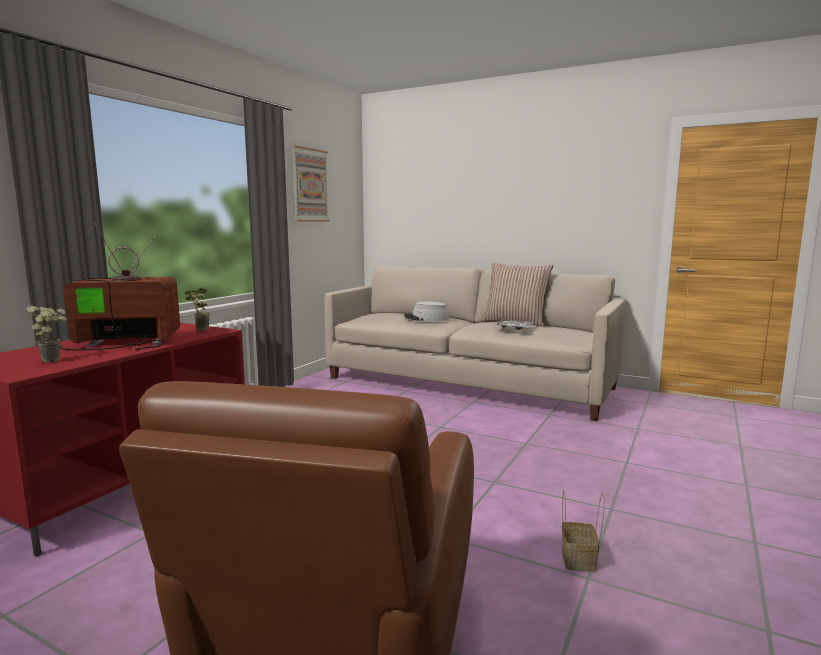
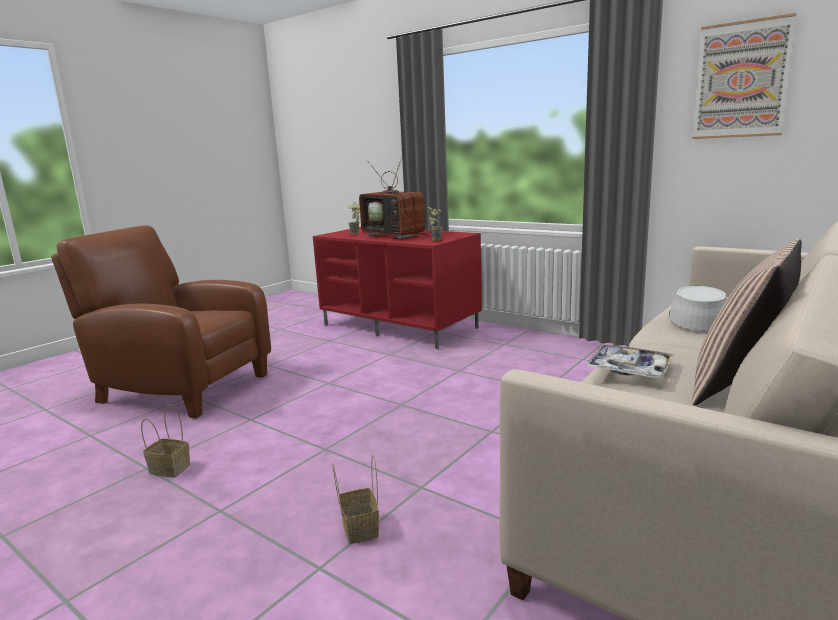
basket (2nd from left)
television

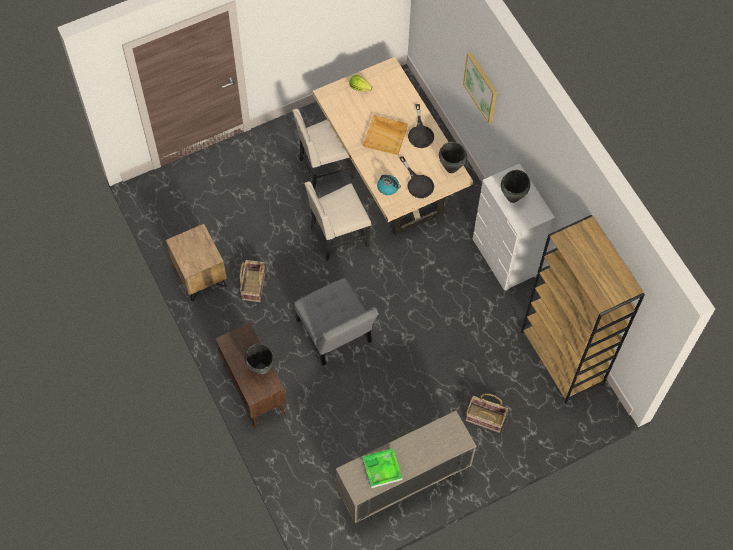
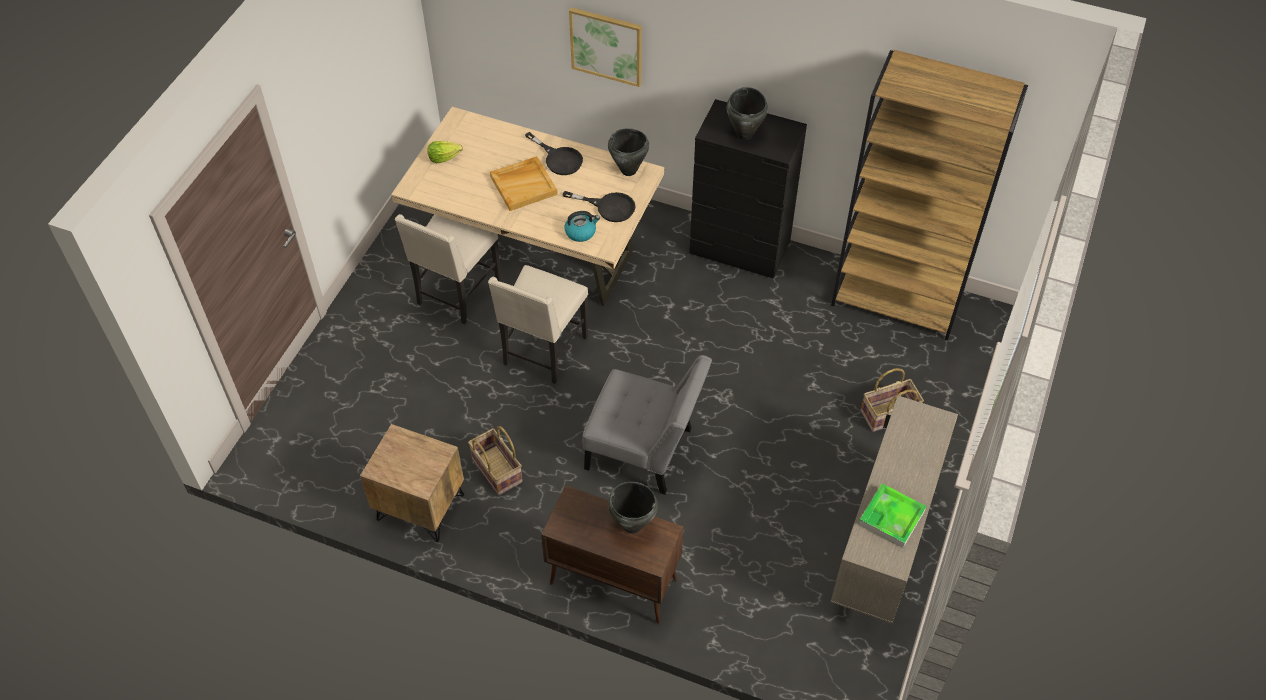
black dresser

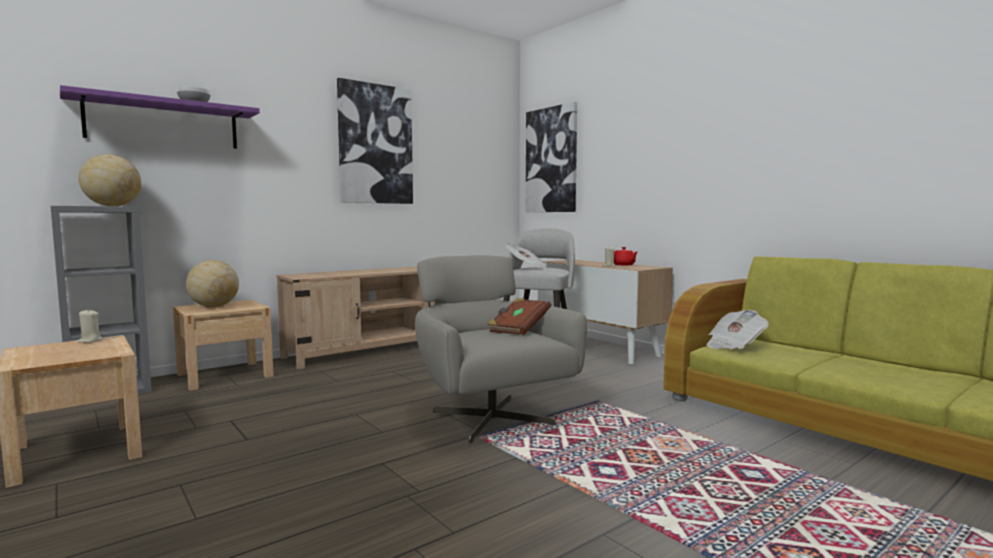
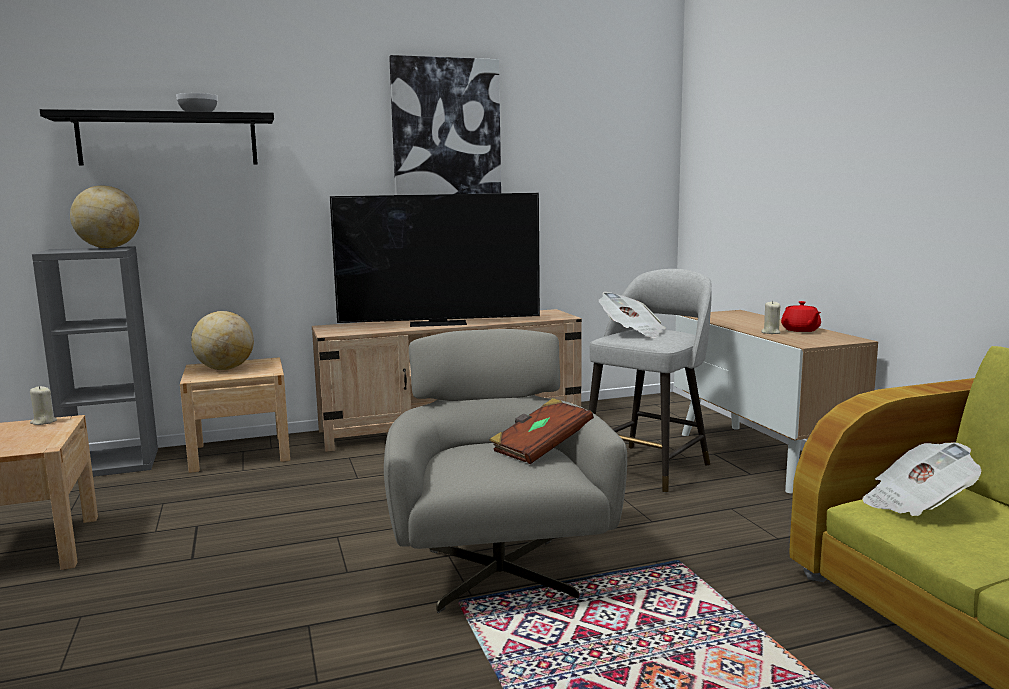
black shelf
television
picture (2nd from left in the first image)

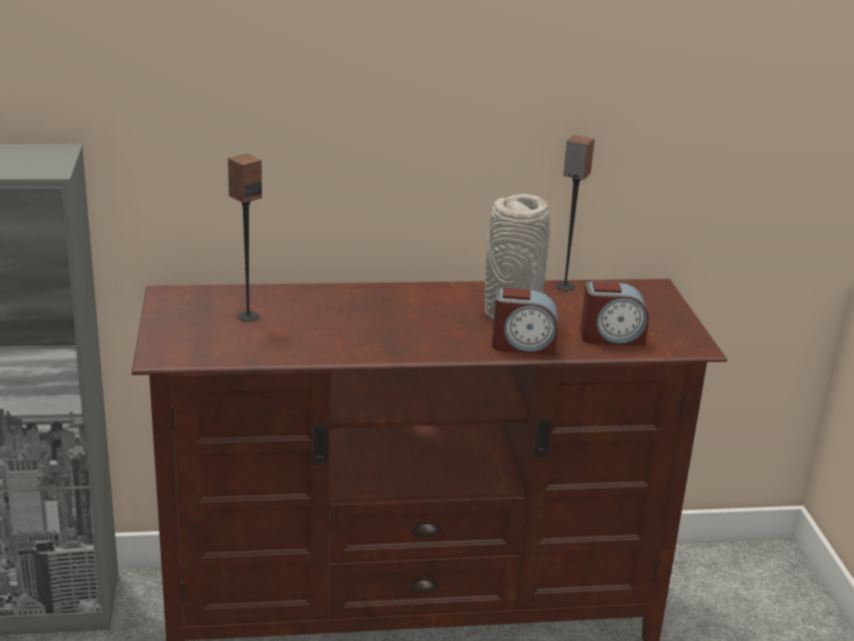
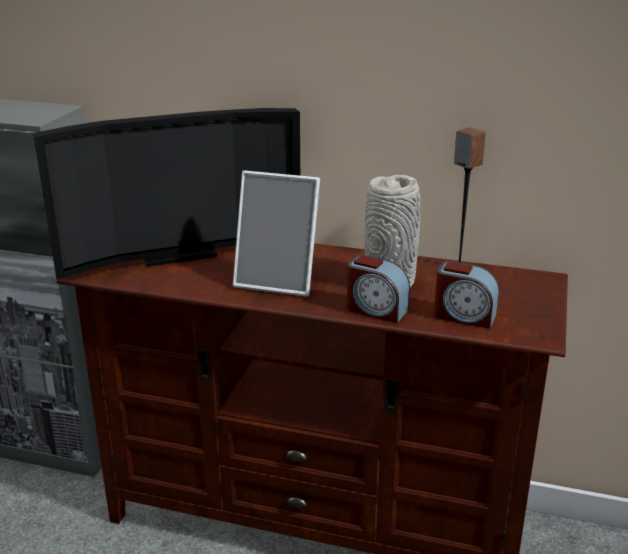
television
picture frame

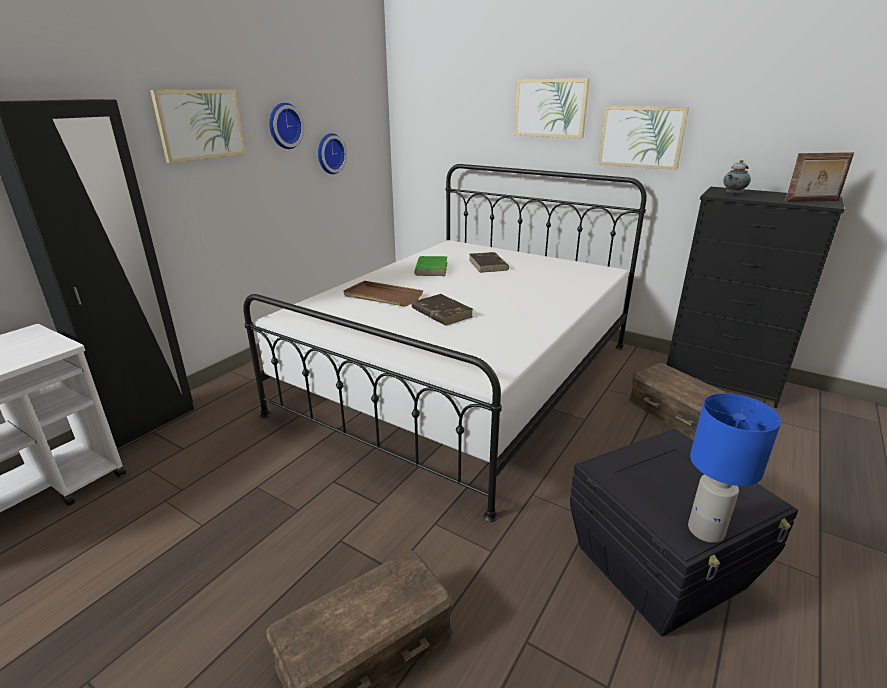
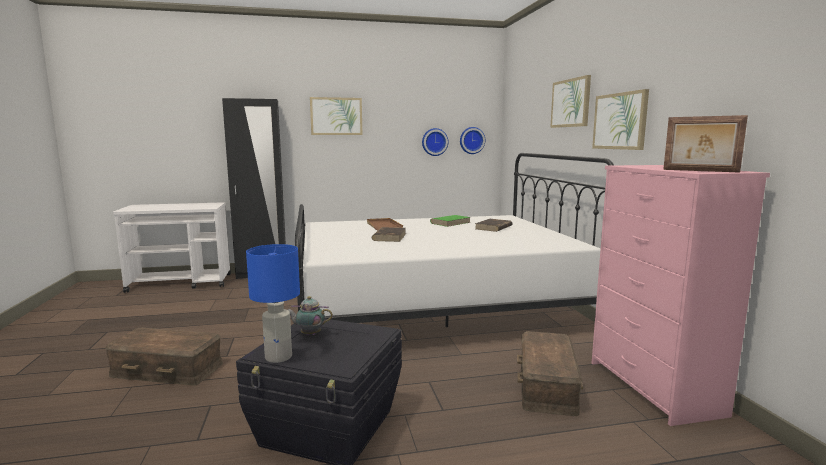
teapot
wall clock (2nd from left)
pink dresser

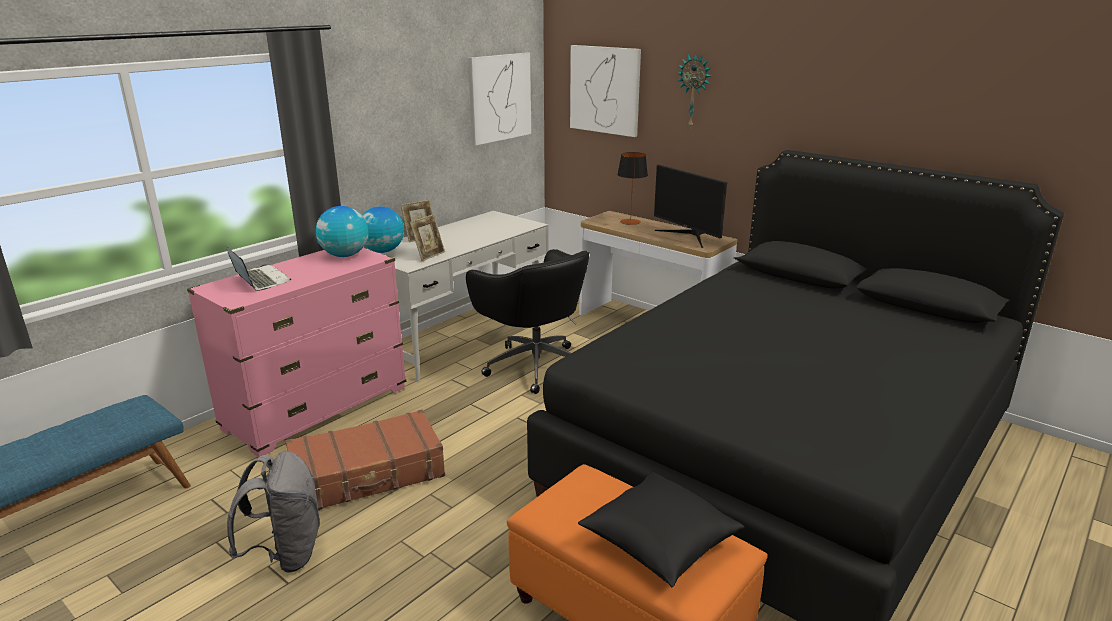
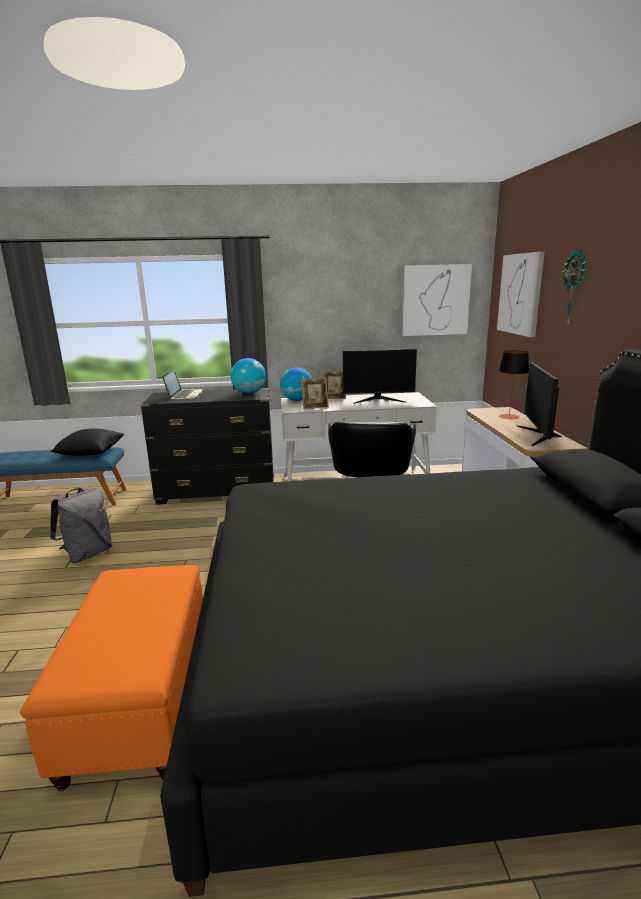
black pillow
black dresser
monitor (1st from left)
brown suitcase

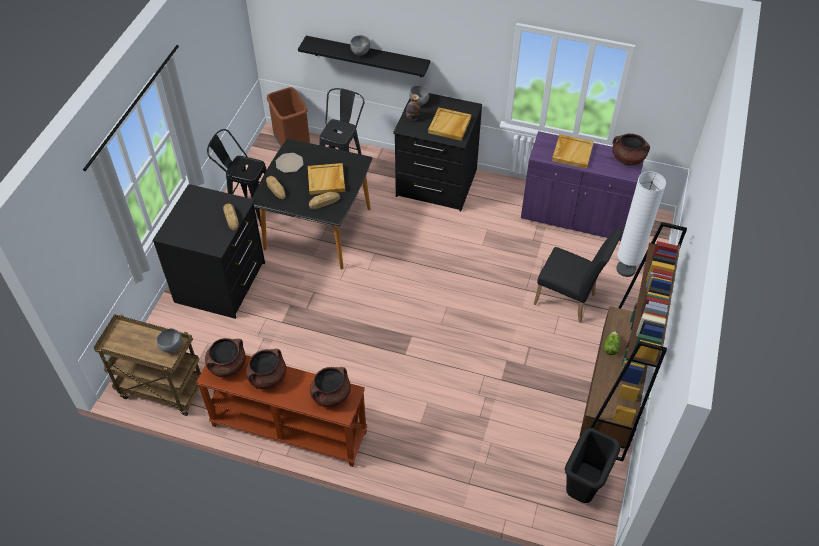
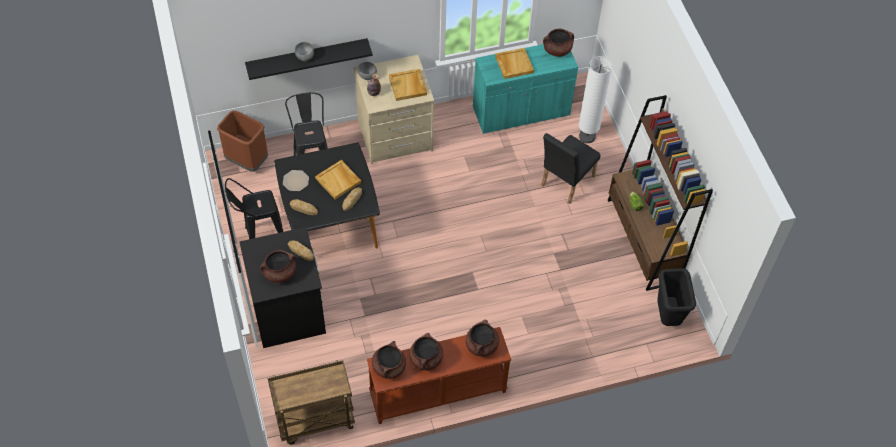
brown cooking pot (1st from left)
beige dresser
turquoise cabinet
black chair
grey bowl (1st from left in the first image)

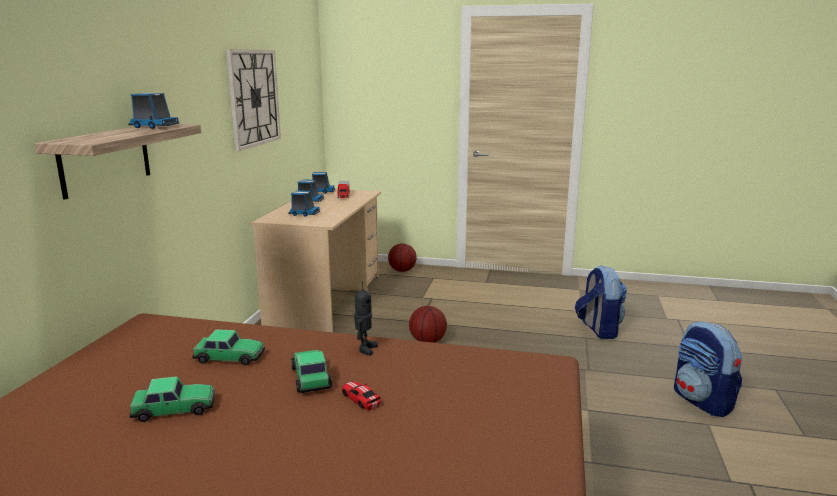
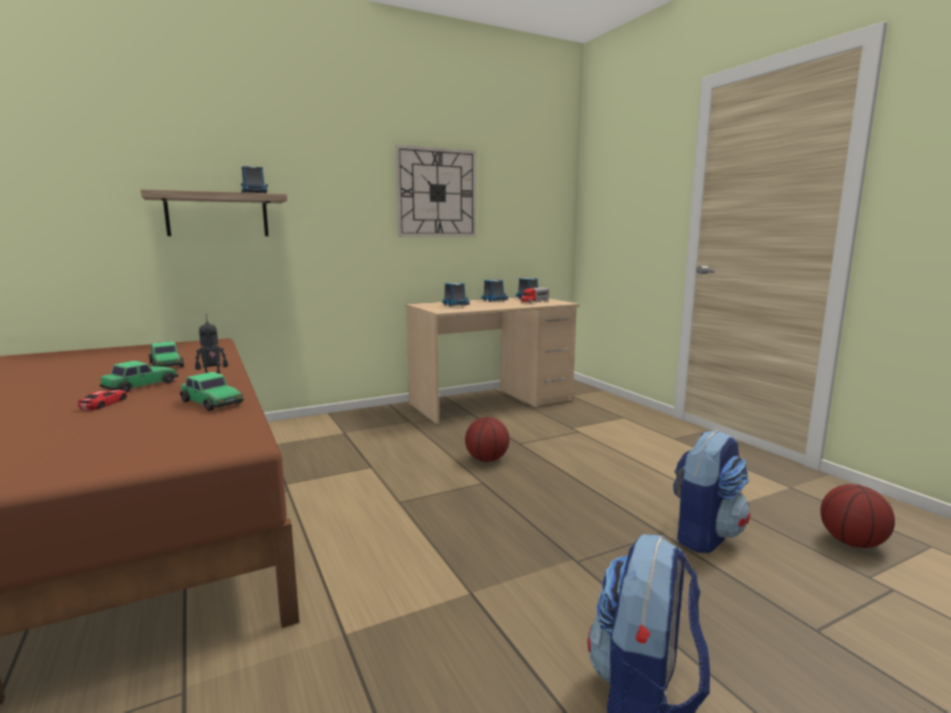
toy car (4th from left)
basketball (2nd from left)

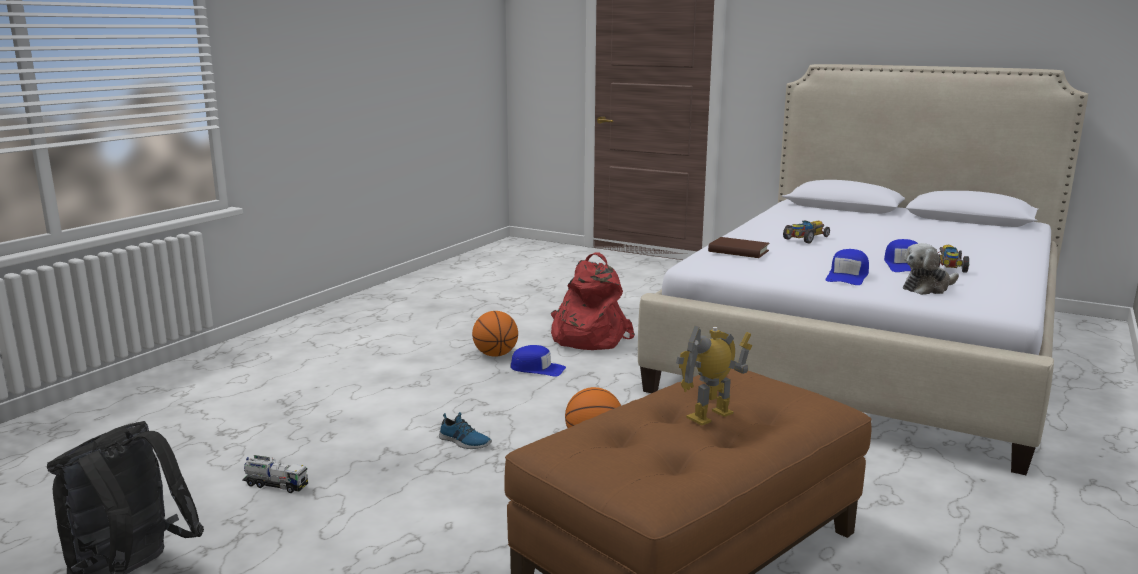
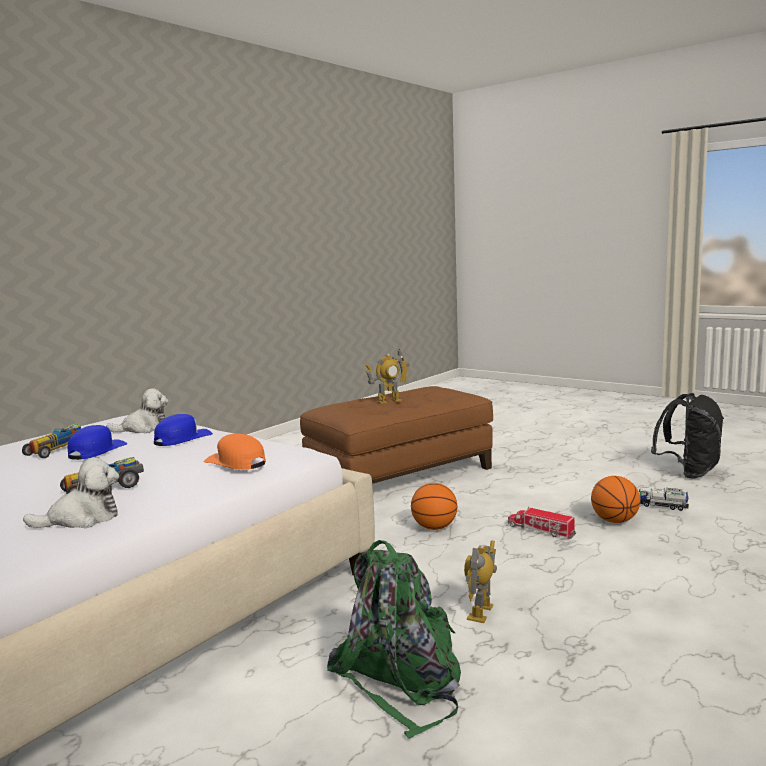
plush toy (1st from left)
orange cap
green backpack
toy robot (2nd from left)
toy truck (1st from left)
basketball (2nd from left)

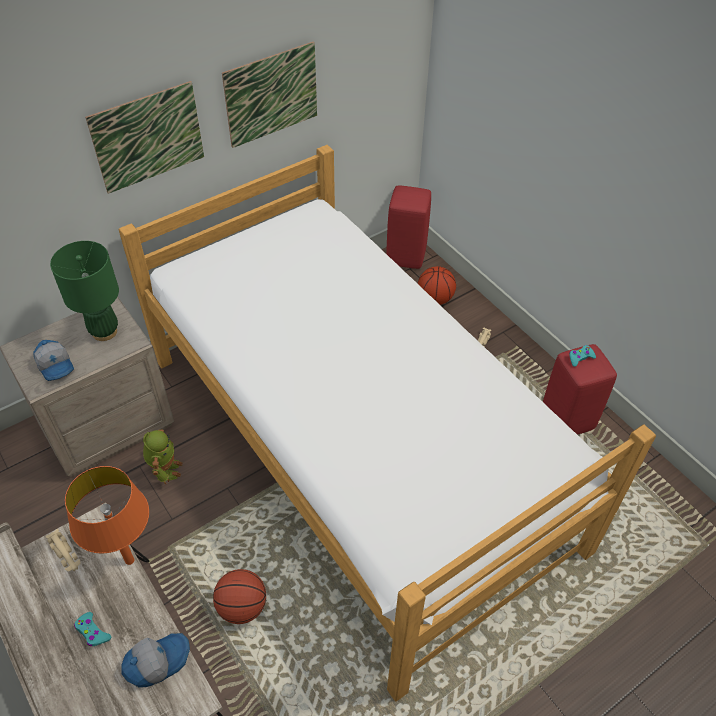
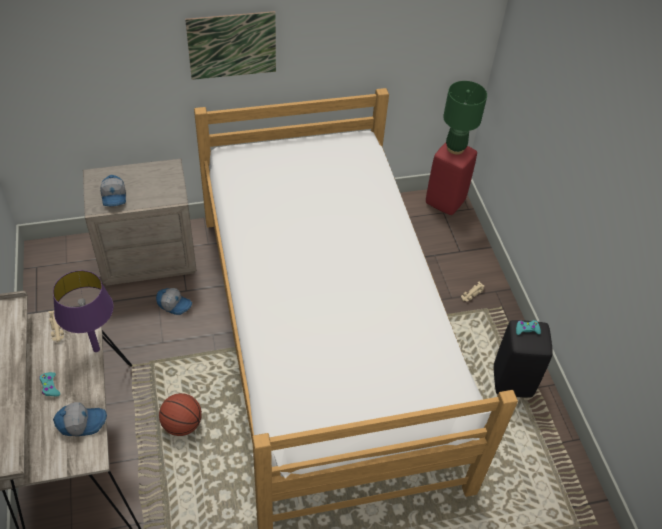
purple table lamp
cap (3rd from left)
green table lamp
black stool
picture (2nd from left in the first image)
basketball (2nd from left in the first image)

